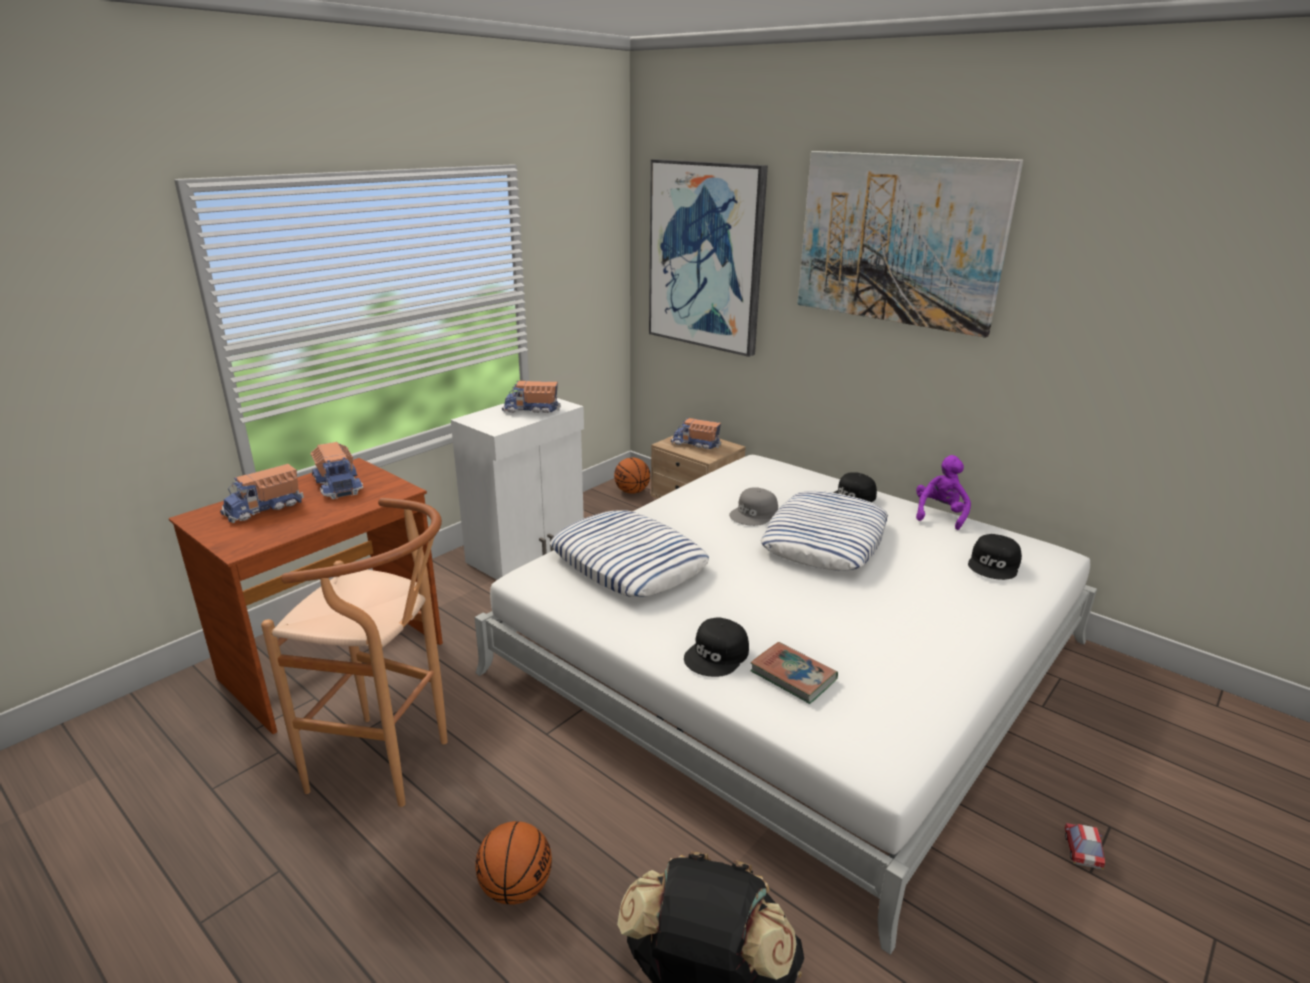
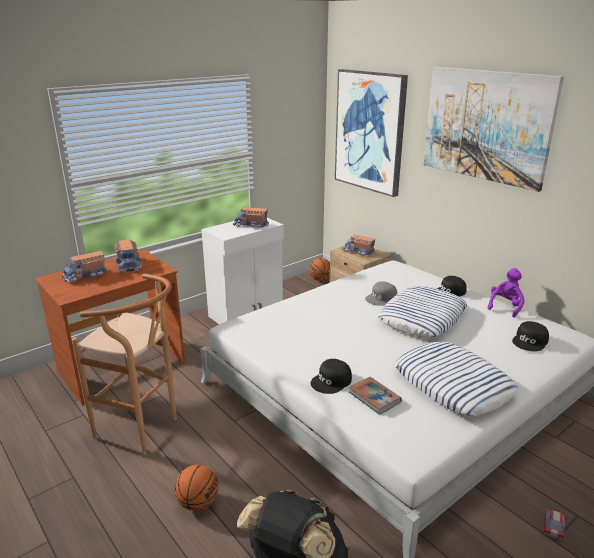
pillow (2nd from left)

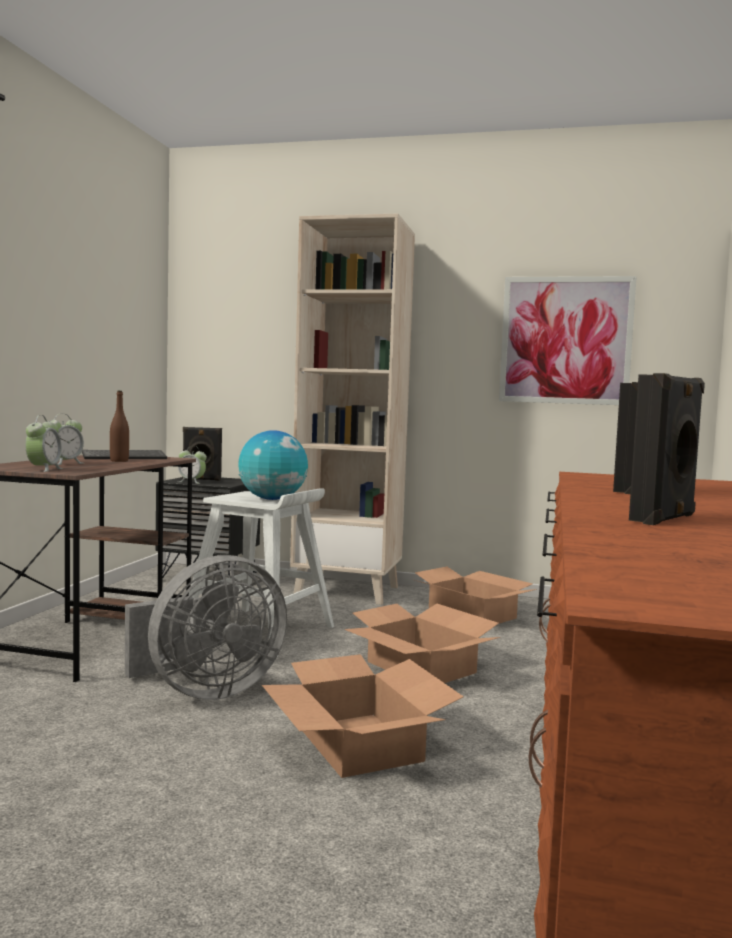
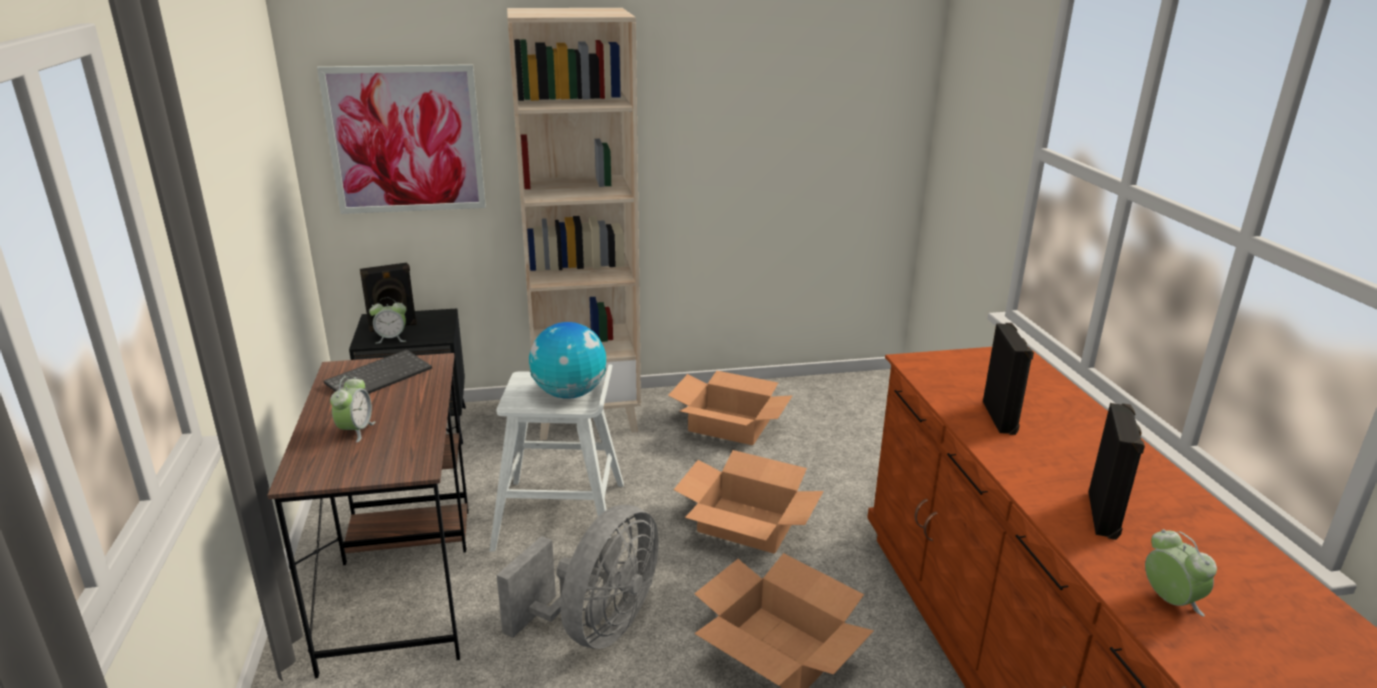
picture
alarm clock (3rd from left)
brown bottle

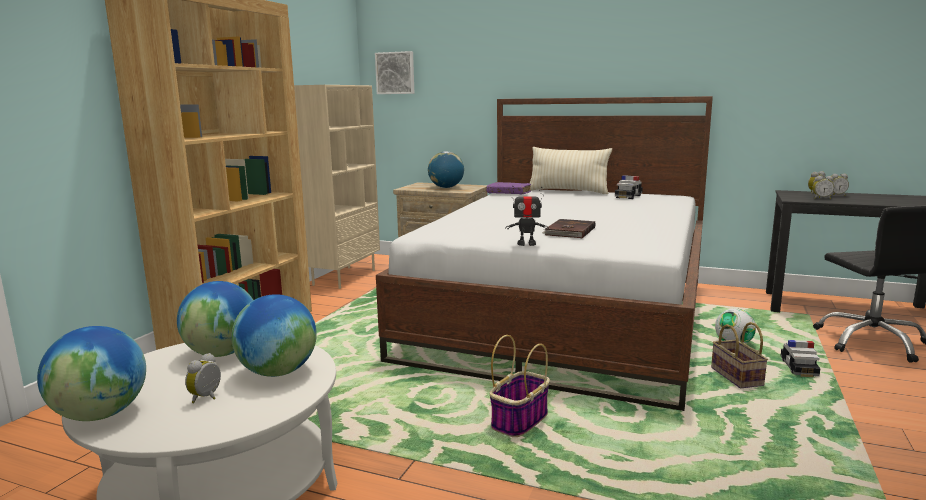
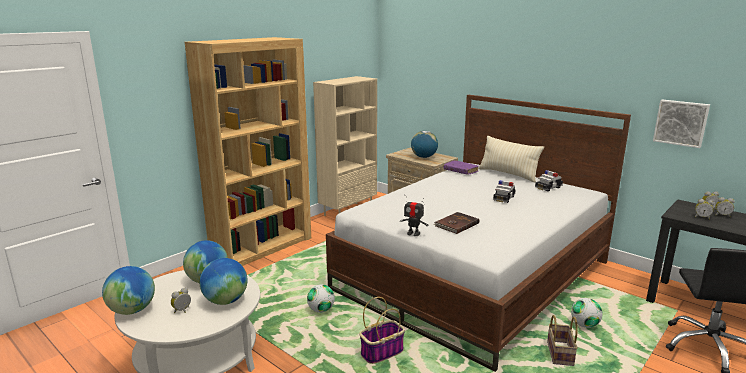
football (1st from left)
toy car (1st from left)
picture

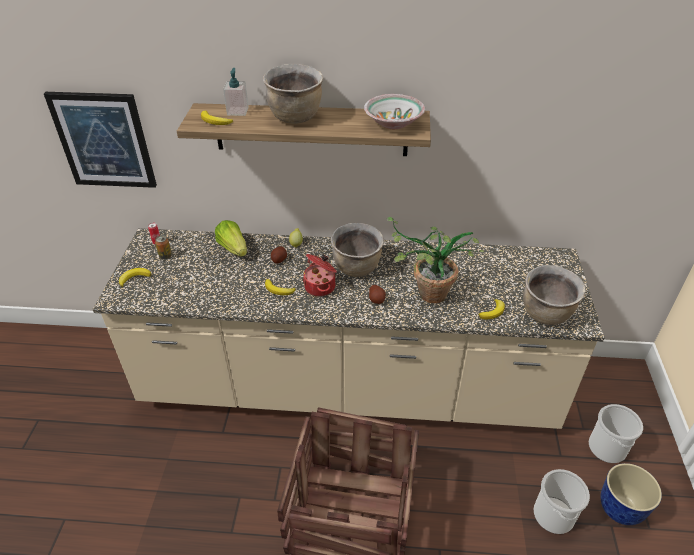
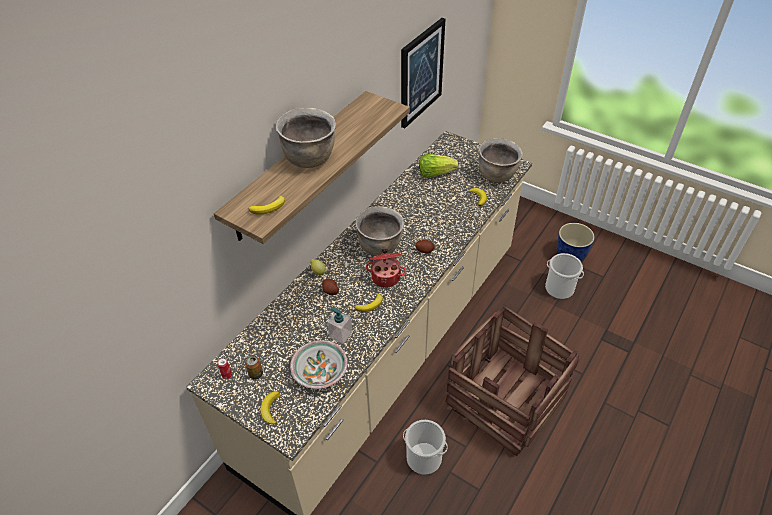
bowl
soap dispenser
picture
bucket (1st from left)
lettuce
potted plant

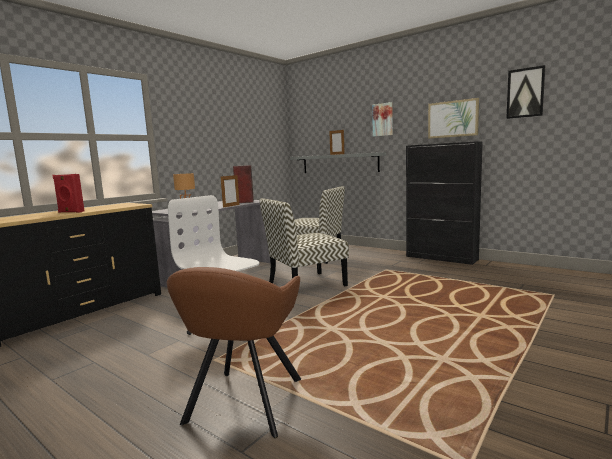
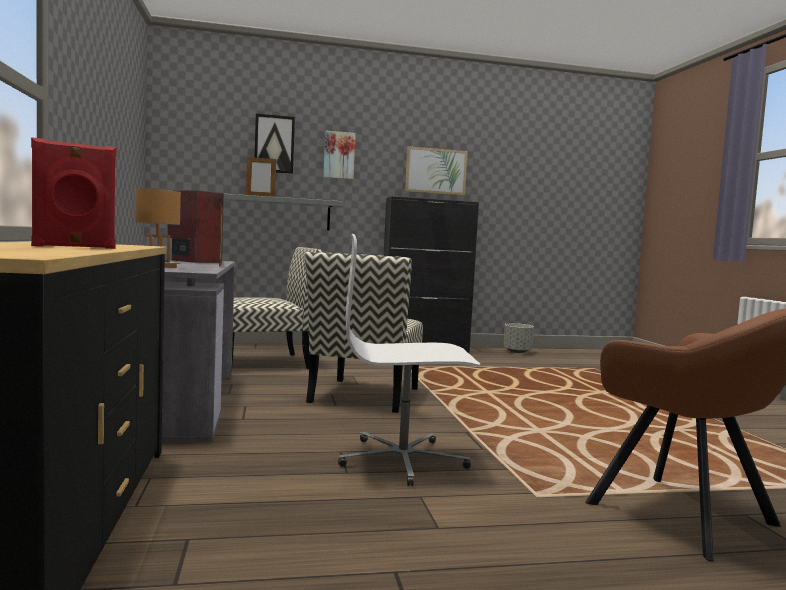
picture (1st from left)
grey planter

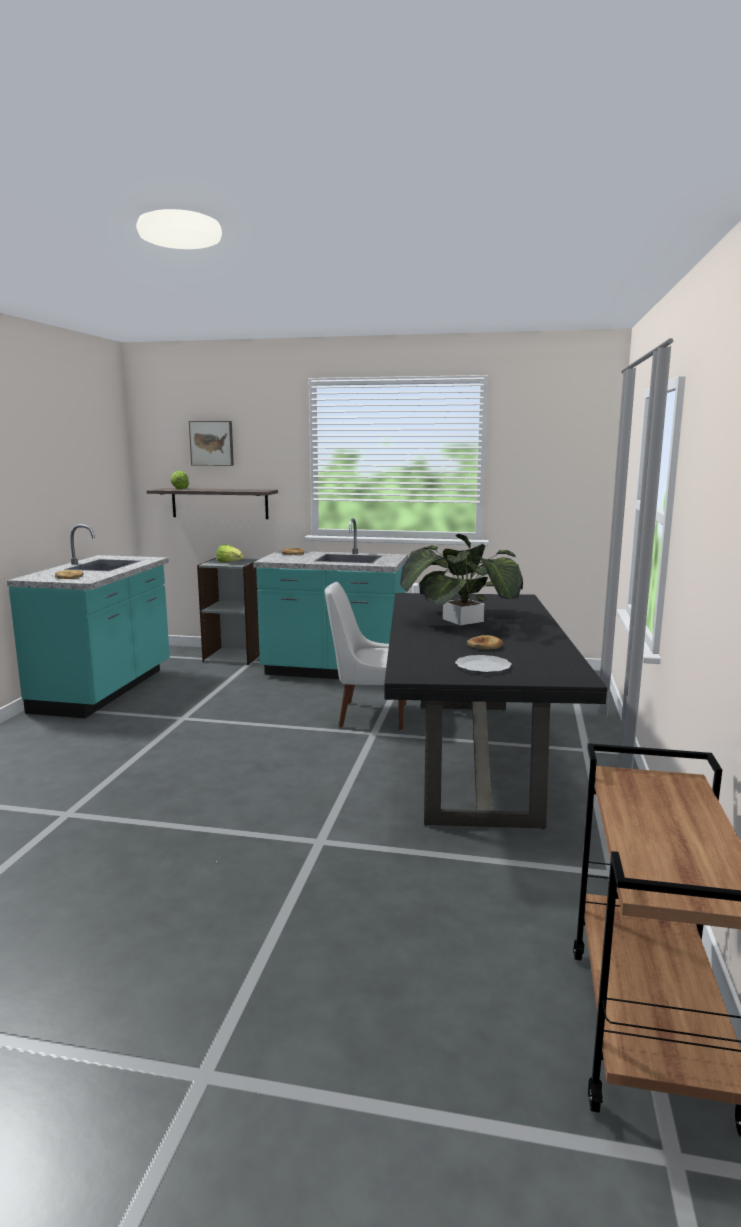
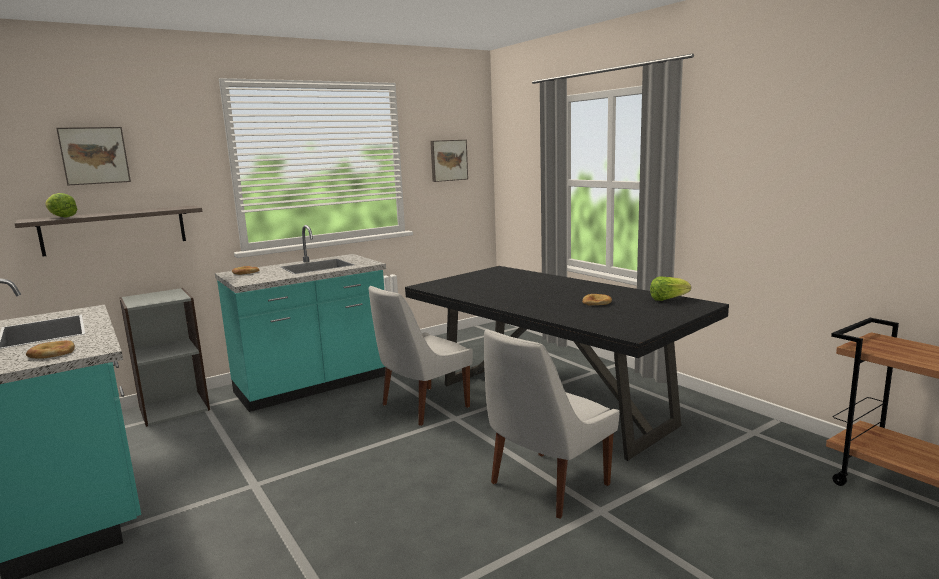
picture (2nd from left)
white chair (2nd from left)
lettuce (2nd from left)
potted plant
plate

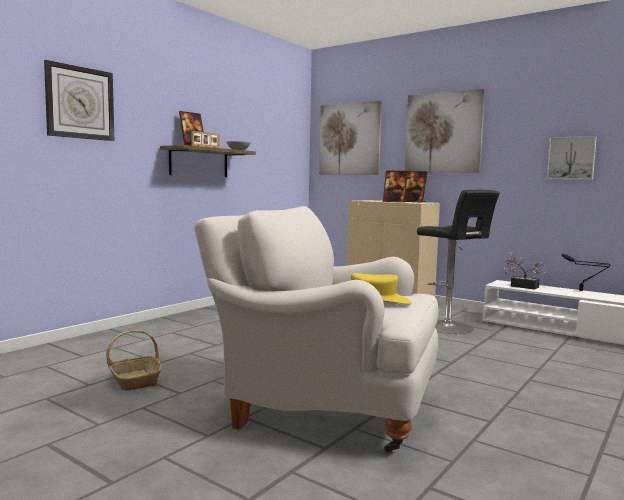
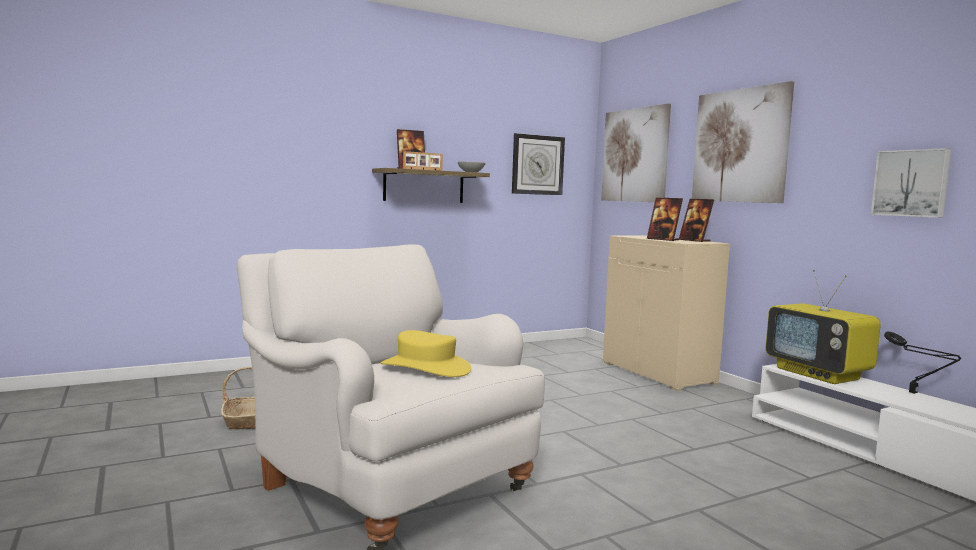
wall clock
television
black stool

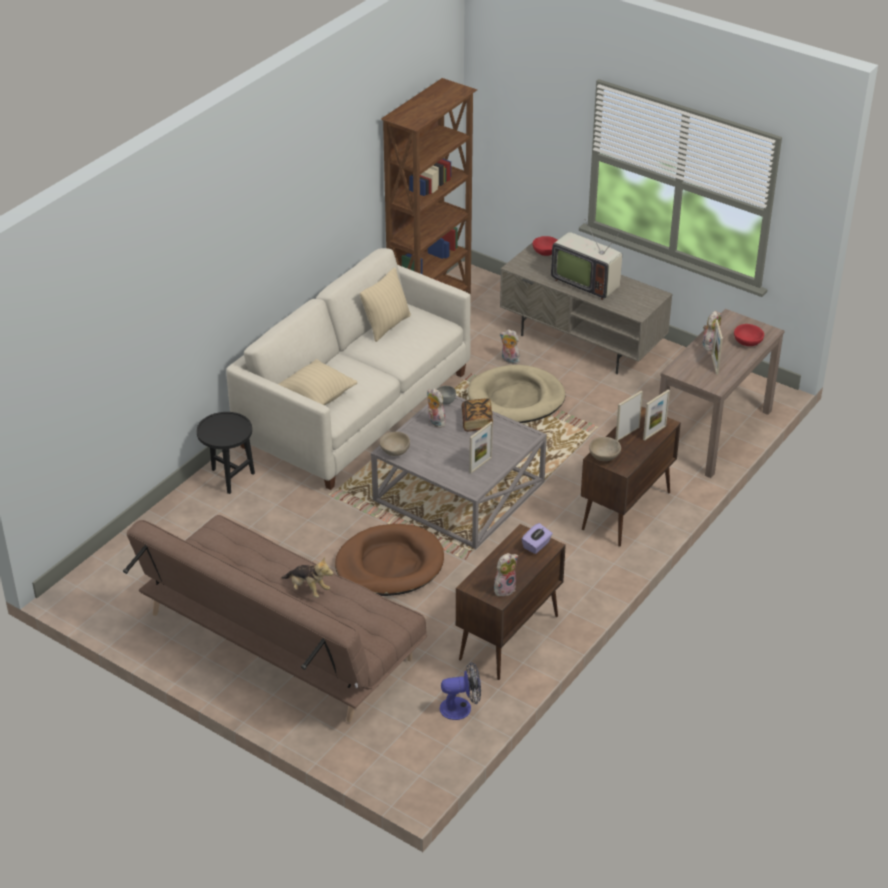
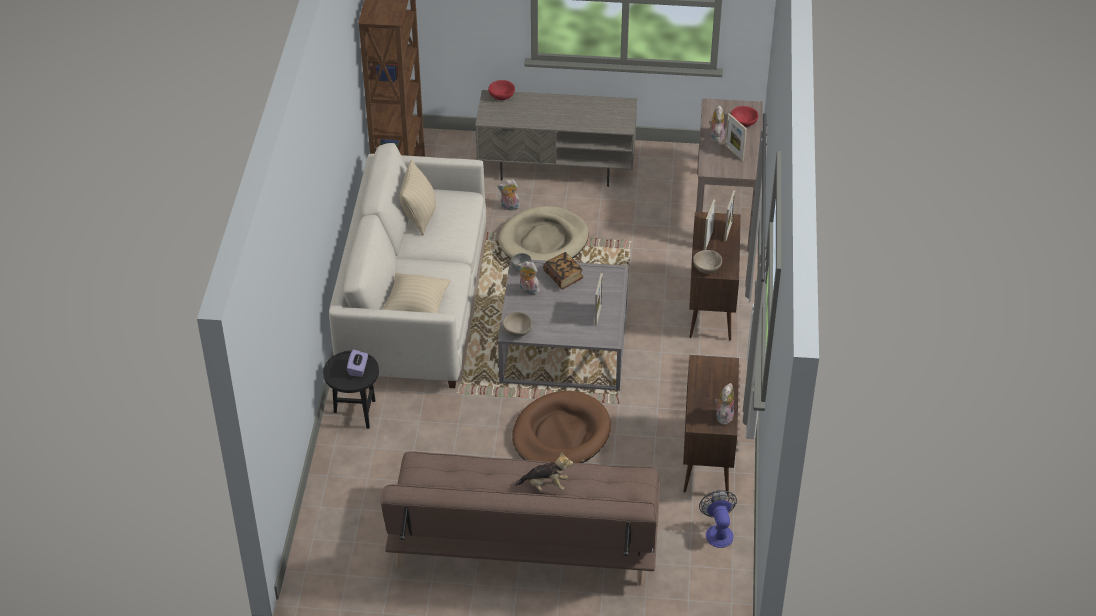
purple tissue box
fan
television

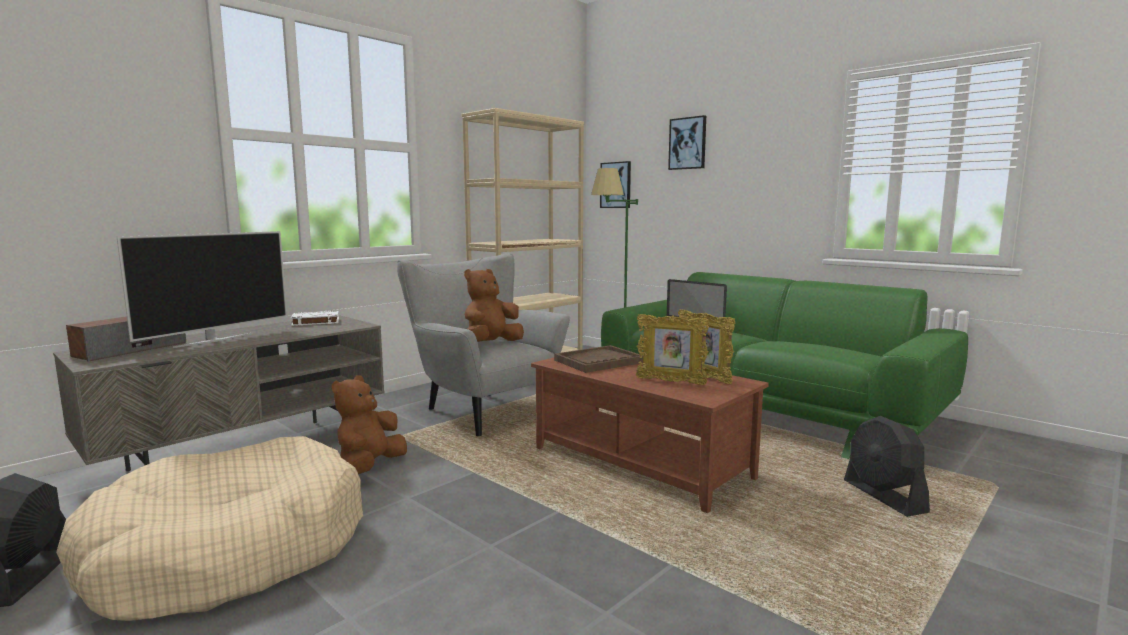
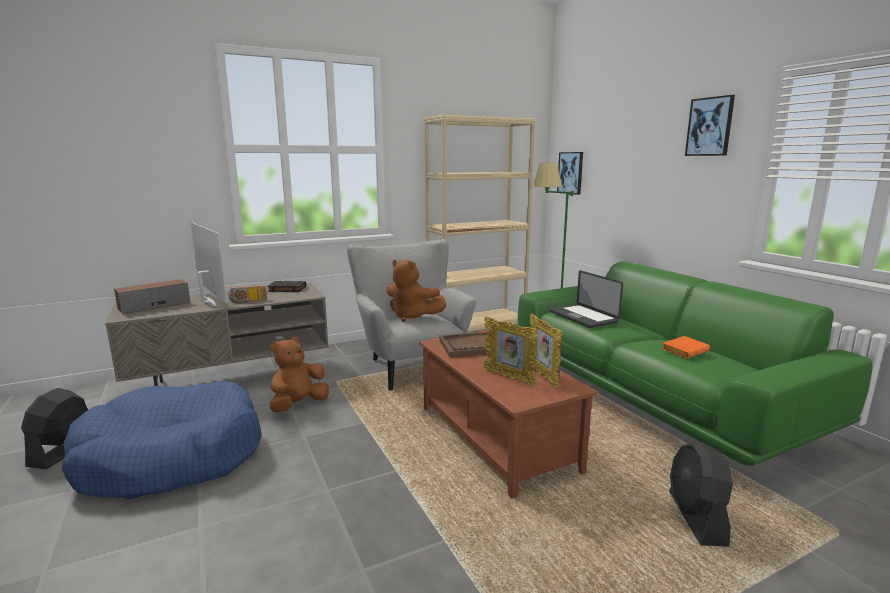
blue dog bed
television
radio
black book
brown plush toy (2nd from left)
orange book
picture (2nd from left)

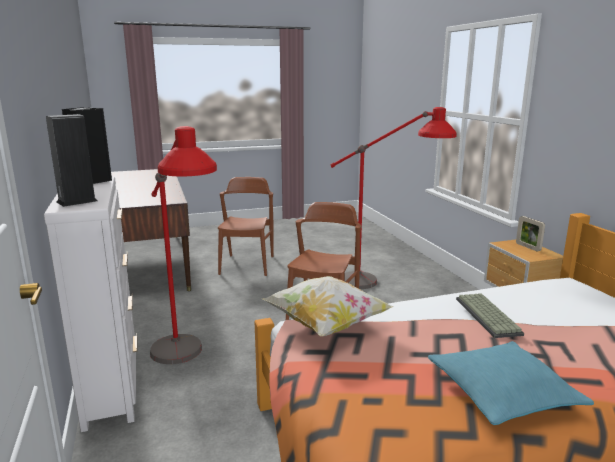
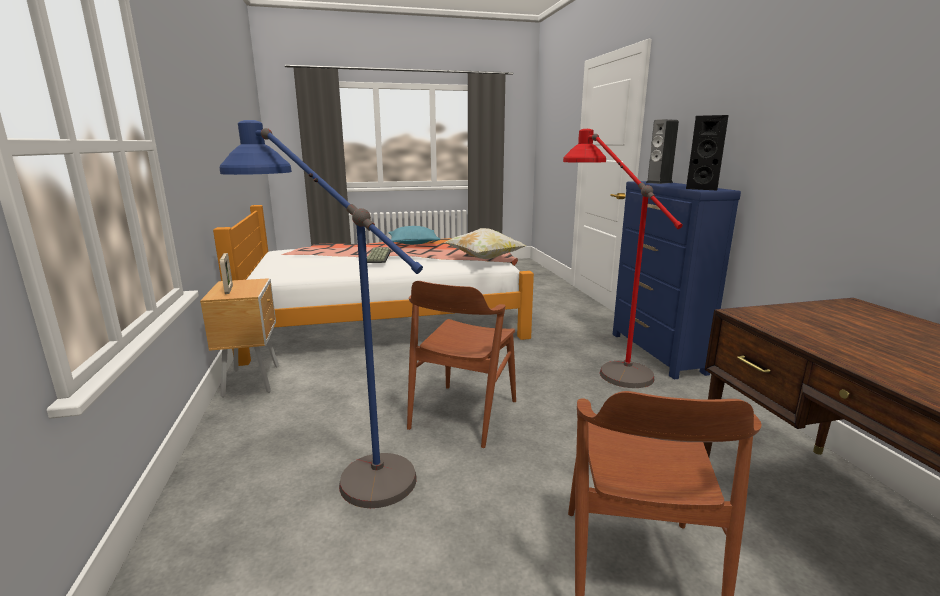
blue floor lamp
blue dresser

